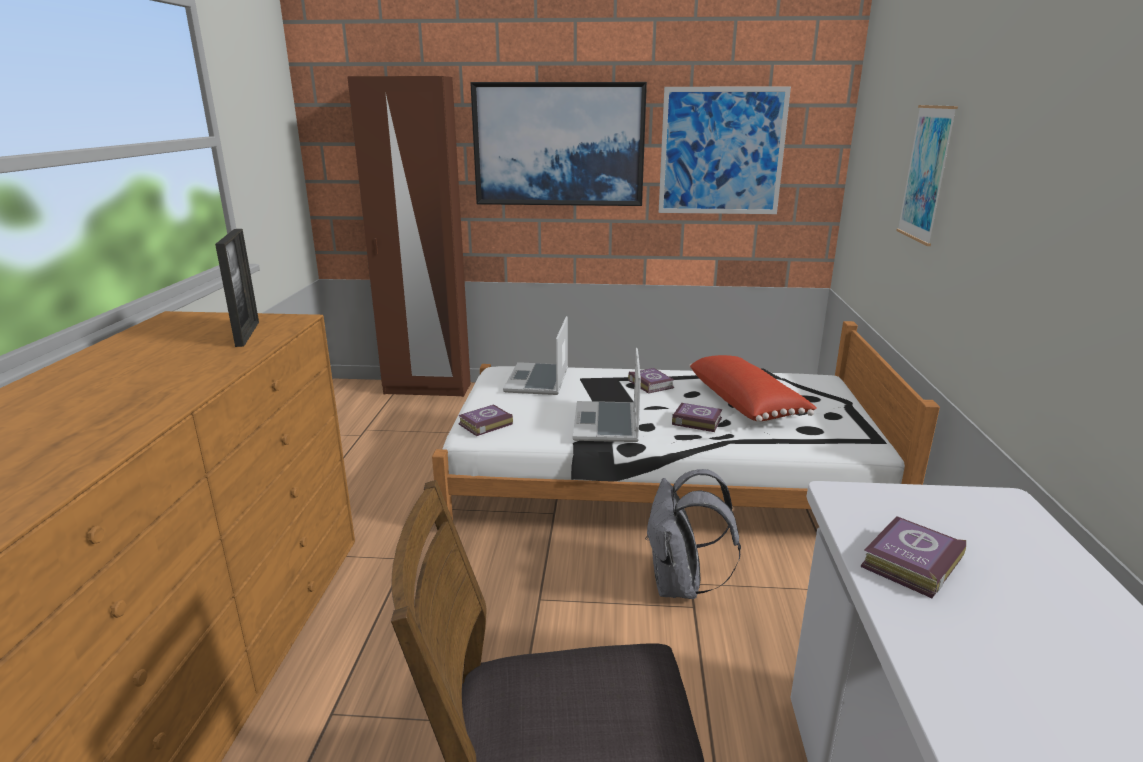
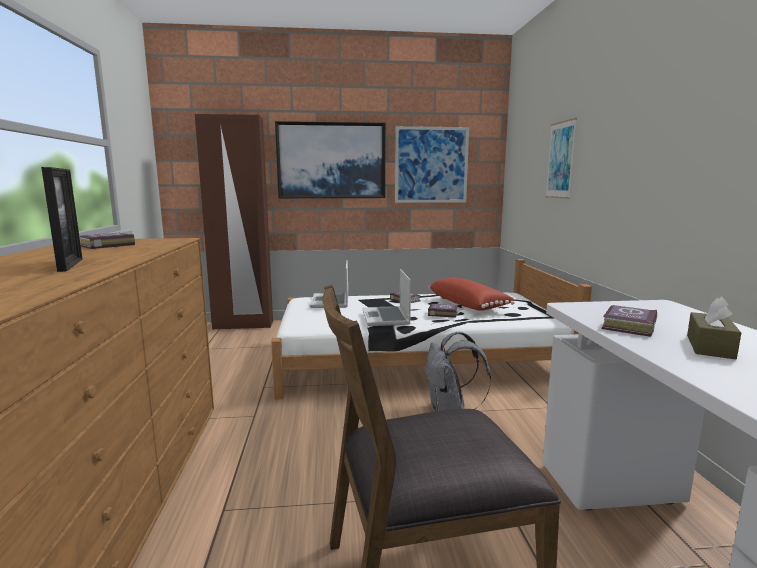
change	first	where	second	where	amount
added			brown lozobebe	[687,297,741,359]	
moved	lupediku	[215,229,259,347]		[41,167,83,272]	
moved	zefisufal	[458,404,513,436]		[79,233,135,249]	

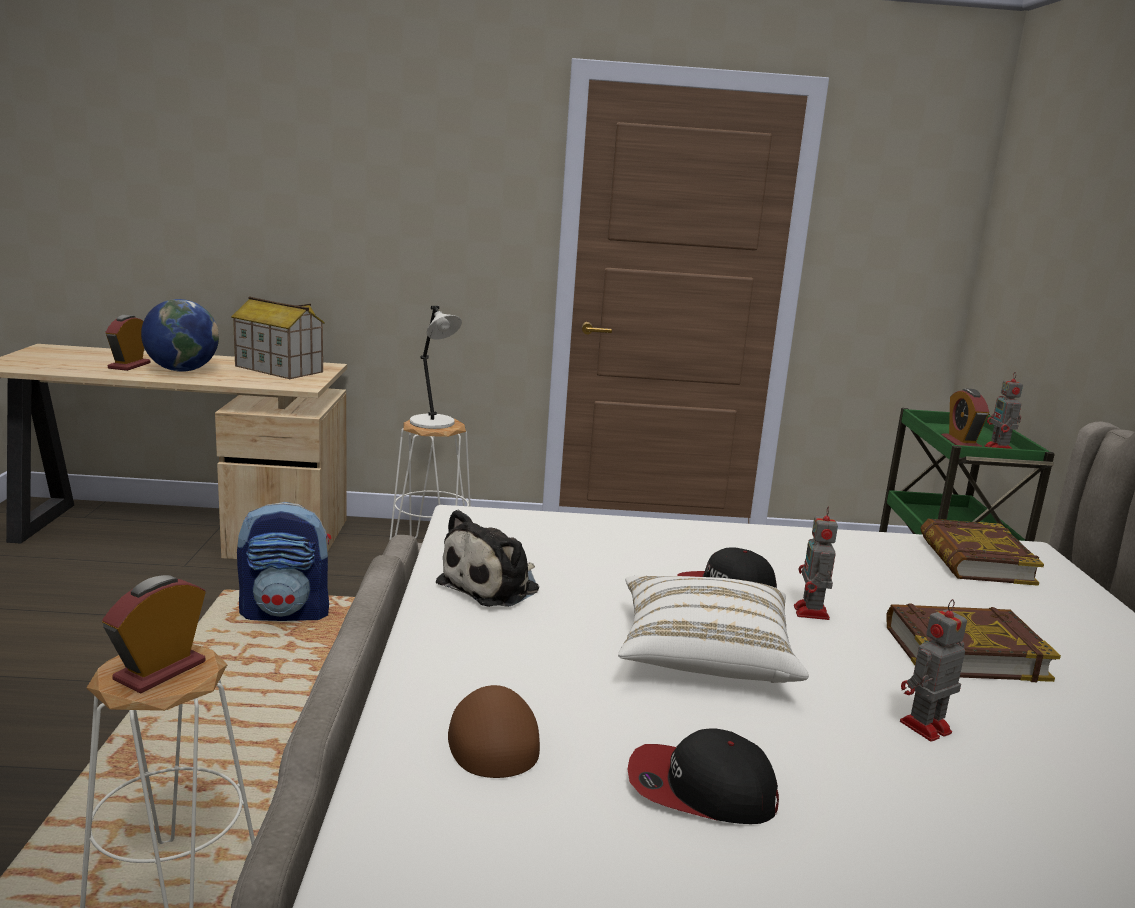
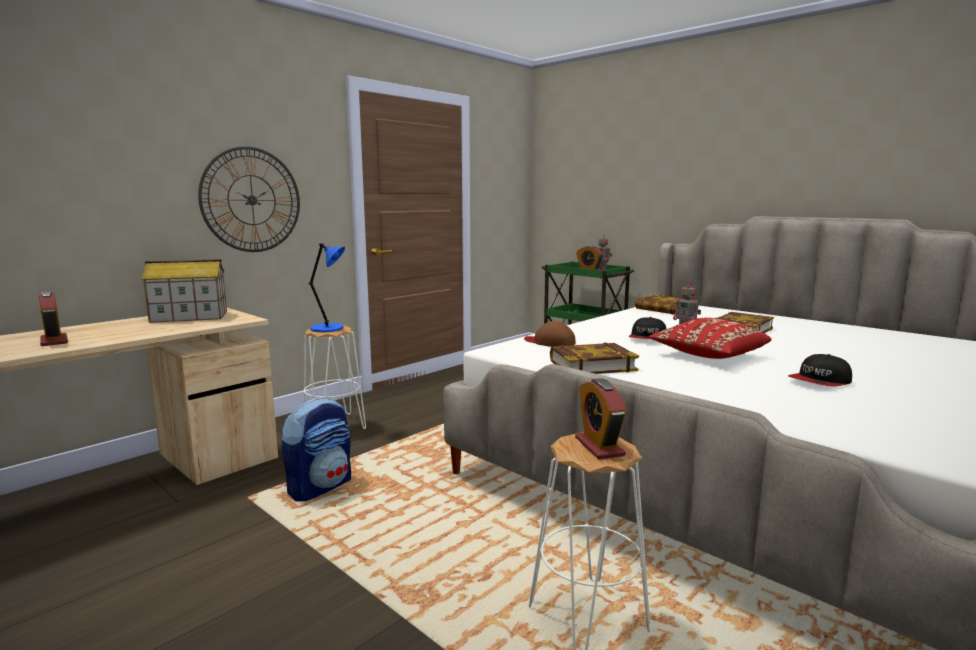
change	first	where	second	where	amount
removed	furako	[141,299,219,372]			
removed	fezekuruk	[900,599,967,741]			
added			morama	[198,146,300,252]	
moved	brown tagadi	[448,685,540,778]		[524,321,576,347]	
replaced	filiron	[435,509,539,607]	zefisufal	[550,342,639,374]	
recoloured	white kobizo	[410,306,462,429]	blue kobizo	[309,243,345,332]	
recoloured	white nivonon	[618,576,809,683]	red nivonon	[649,318,771,359]	

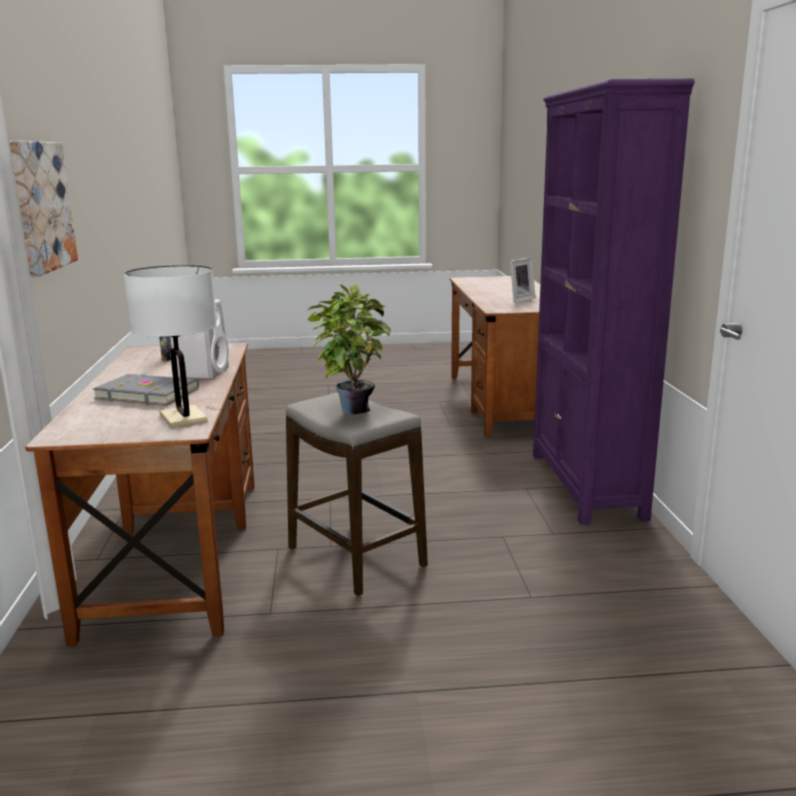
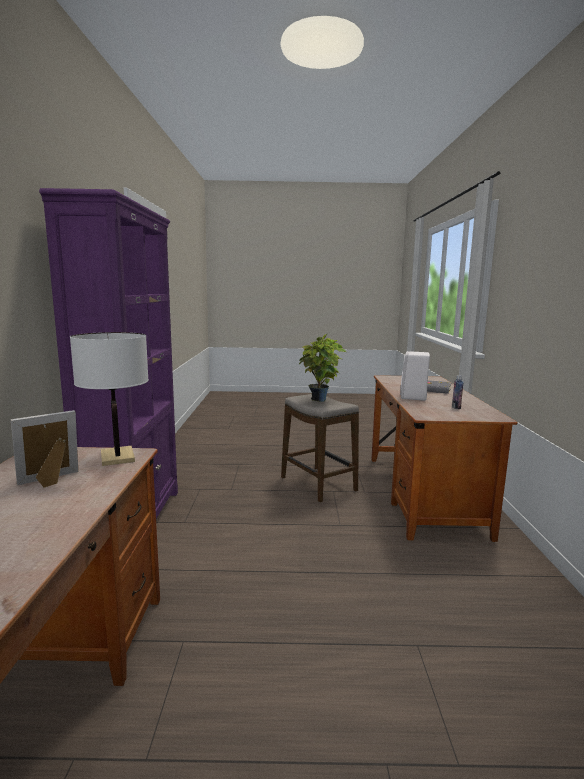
change	first	where	second	where	amount
removed	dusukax	[9,141,78,277]			
moved	white kobizo	[124,265,217,428]		[70,332,149,466]	

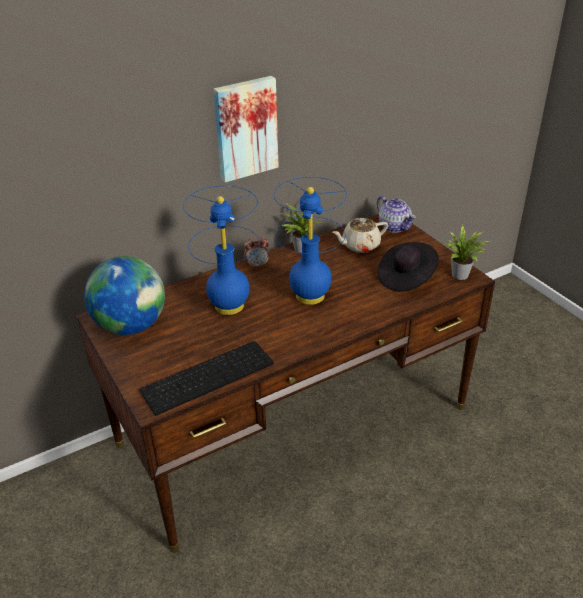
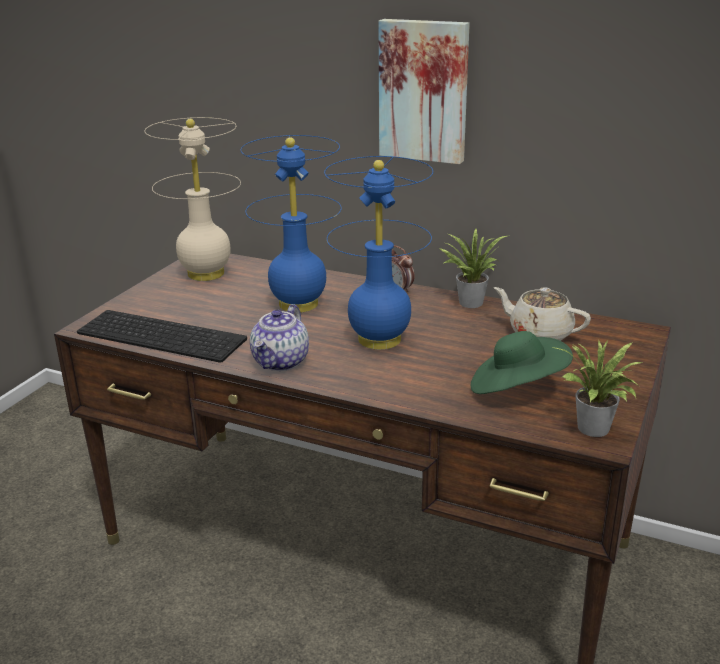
change	first	where	second	where	amount
moved	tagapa	[376,196,416,233]		[250,304,309,371]	
replaced	furako	[84,256,165,335]	beige kobizo	[145,117,241,281]	
recoloured	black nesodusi	[378,242,439,291]	green nesodusi	[471,331,573,394]	

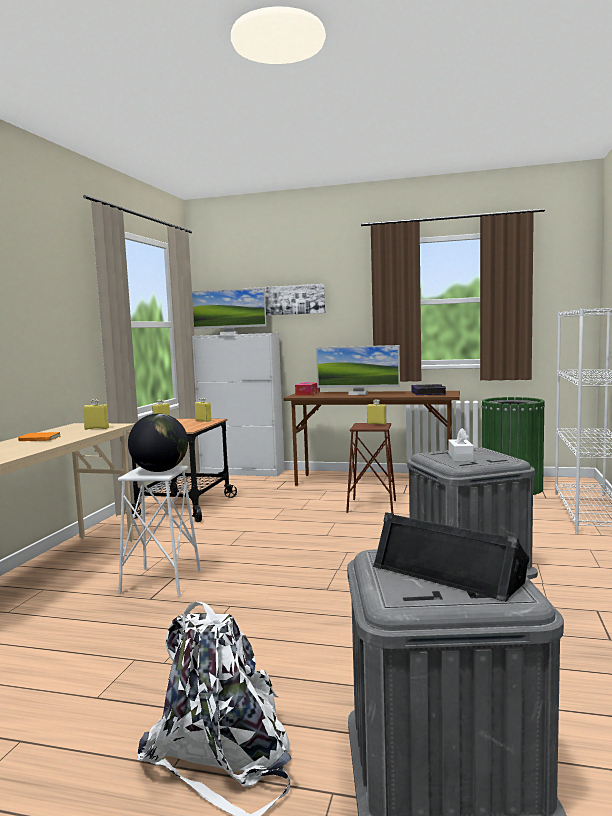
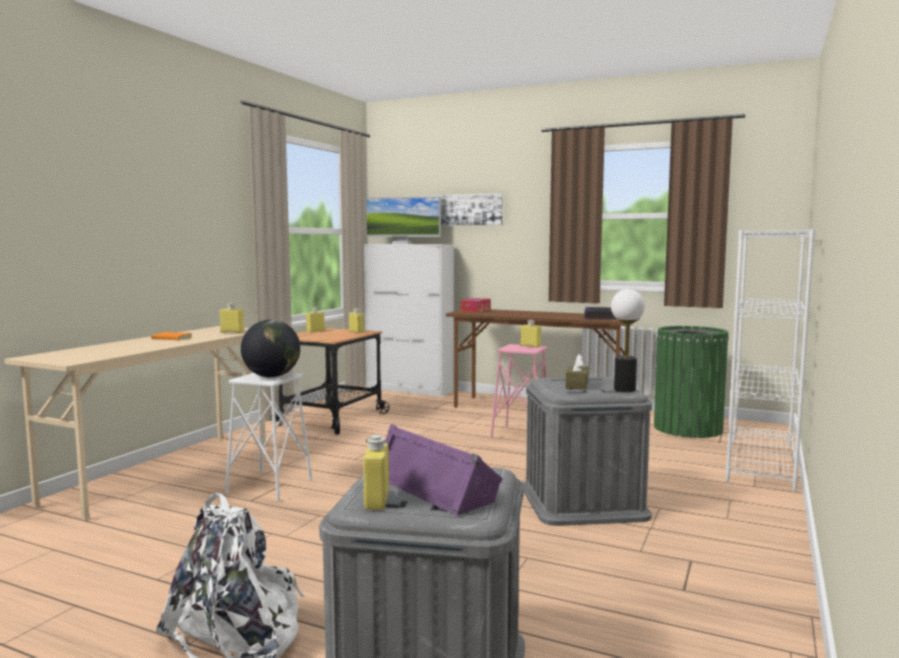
change	first	where	second	where	amount
removed	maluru	[316,345,400,395]			
added			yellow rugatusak	[363,435,389,510]	
added			kobizo	[611,289,645,392]	
recoloured	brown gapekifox	[346,423,396,513]	pink gapekifox	[490,344,547,439]	
recoloured	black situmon	[373,512,529,602]	purple situmon	[384,424,503,516]	
recoloured	white lozobebe	[448,428,474,461]	brown lozobebe	[565,354,588,390]	

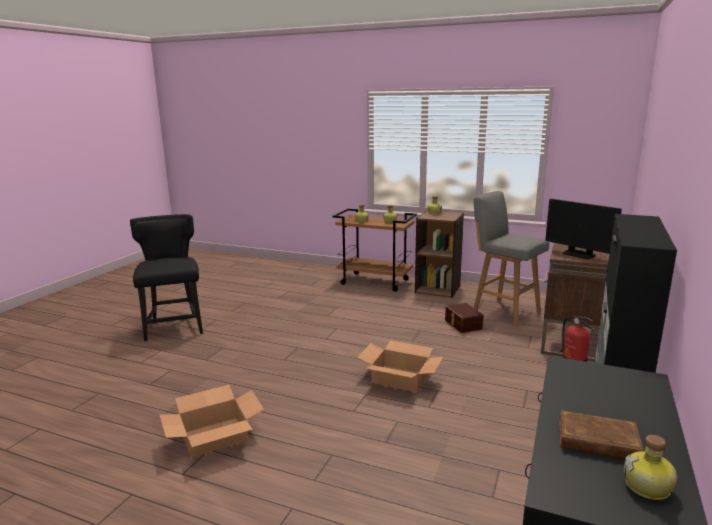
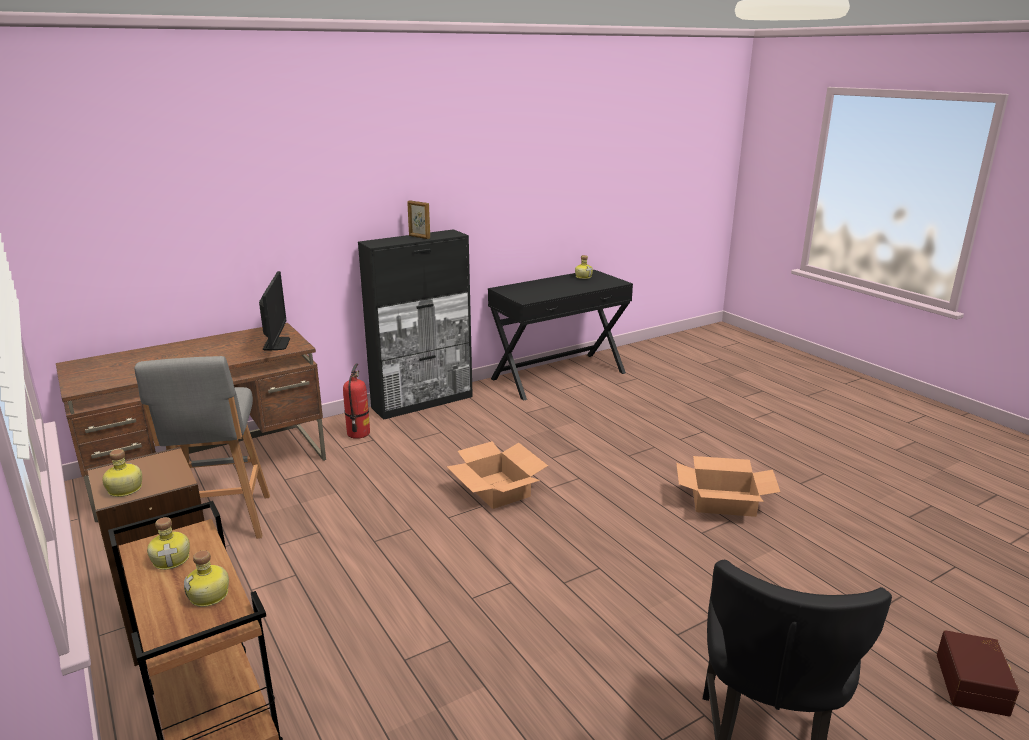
change	first	where	second	where	amount
removed	brown zefisufal	[559,410,643,459]			
added			lupediku	[407,200,430,239]	
moved	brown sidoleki	[445,303,484,333]		[937,630,1019,717]	

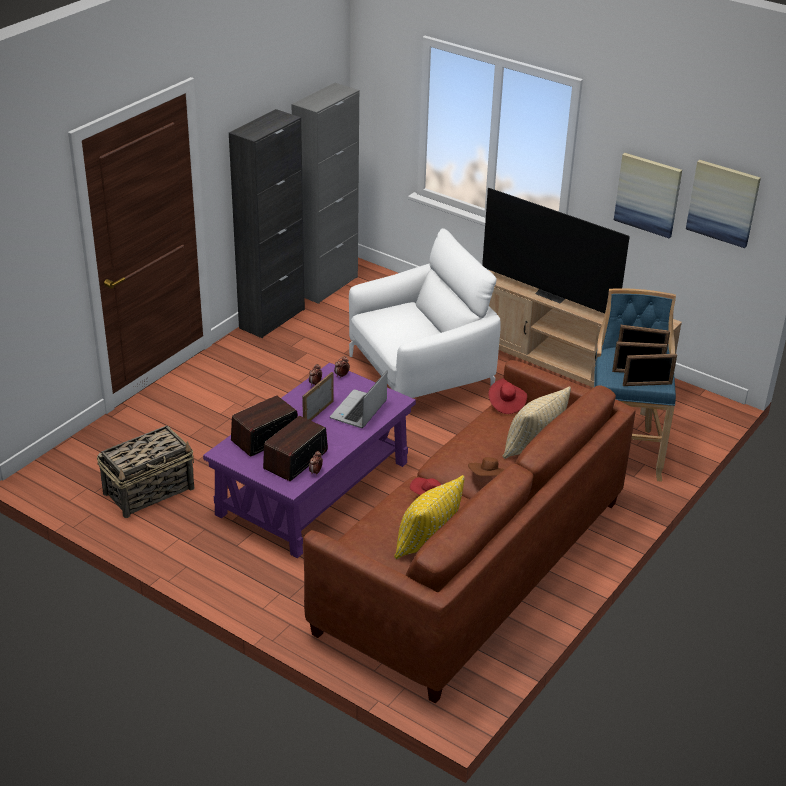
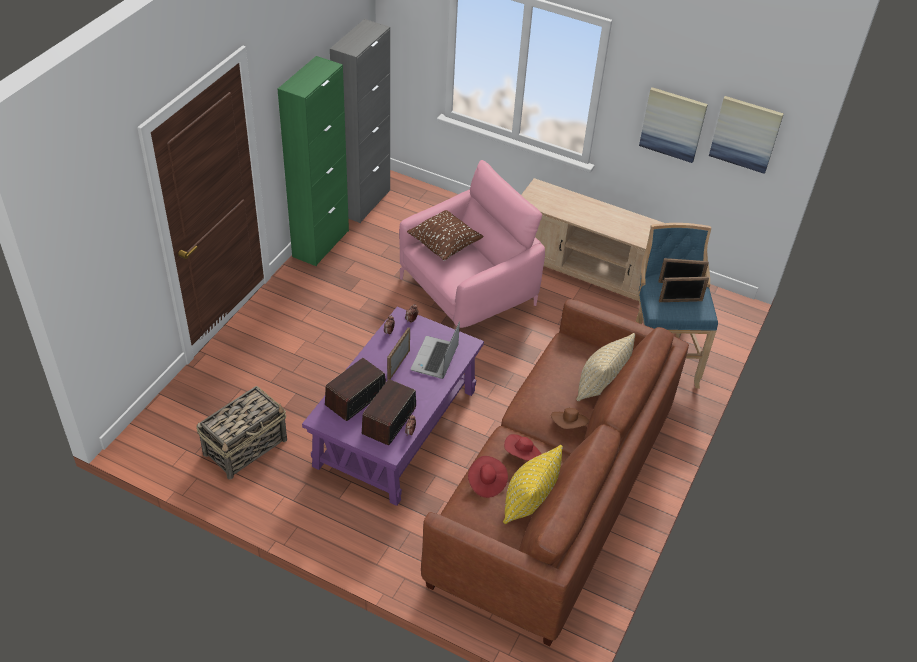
change	first	where	second	where	amount
removed	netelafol	[482,188,630,314]			
removed	lupediku	[623,354,677,386]			
added			brown nivonon	[407,210,483,261]	
moved	red nesodusi	[488,378,527,414]		[468,456,508,498]	
recoloured	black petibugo	[229,109,305,338]	green petibugo	[278,56,349,266]	
recoloured	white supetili	[349,228,501,398]	pink supetili	[399,160,545,328]	

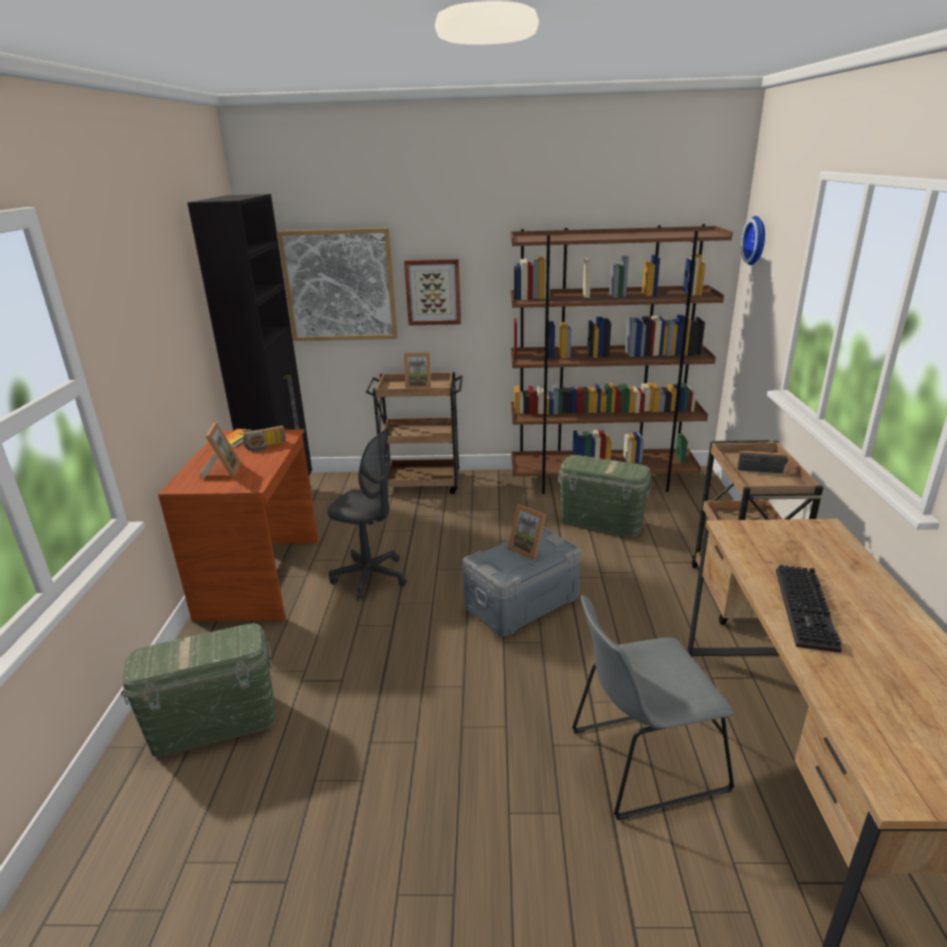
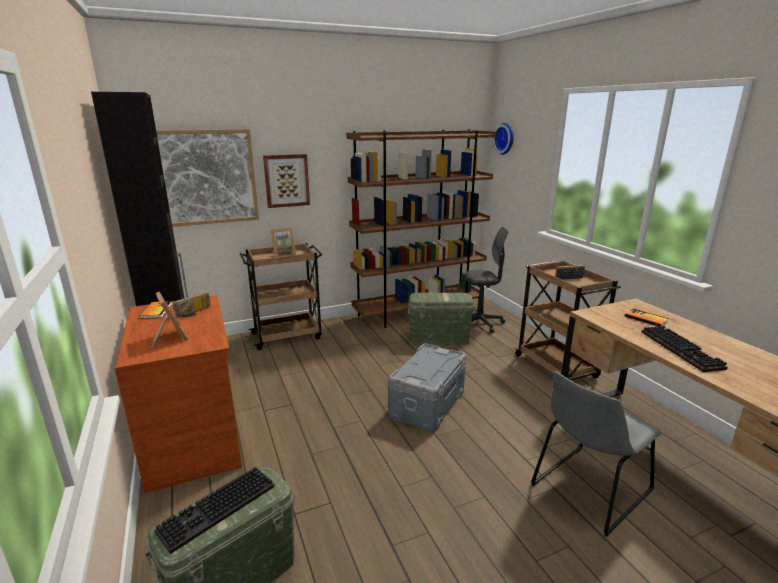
change	first	where	second	where	amount
removed	lupediku	[508,504,546,561]			
added			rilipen	[154,467,275,554]	
added			zefisufal	[625,309,669,327]	
moved	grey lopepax	[328,427,407,601]		[465,227,509,333]	

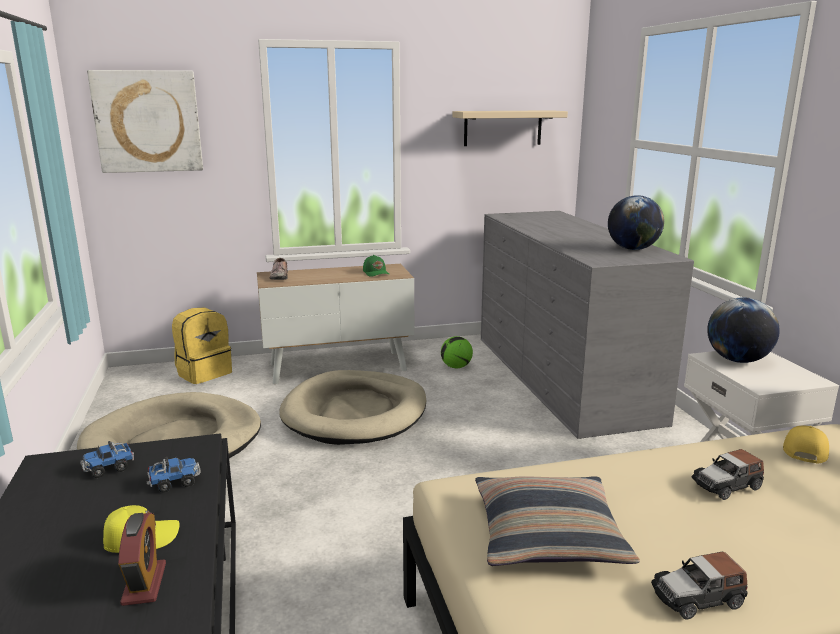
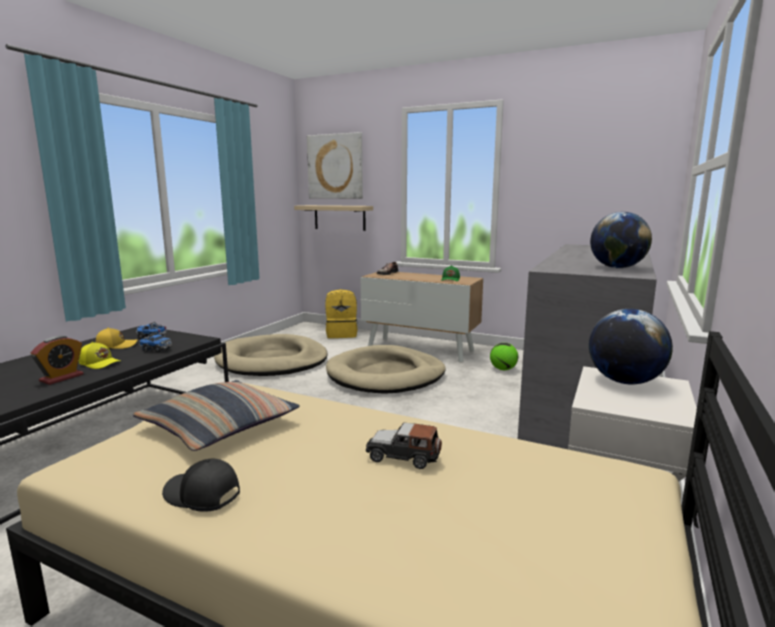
change	first	where	second	where	amount
moved	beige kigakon	[452,110,568,146]		[294,205,373,231]	
moved	yellow tagadi	[783,425,829,464]		[96,327,137,349]	
replaced	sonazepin	[651,552,748,619]	black tagadi	[162,459,240,512]	

